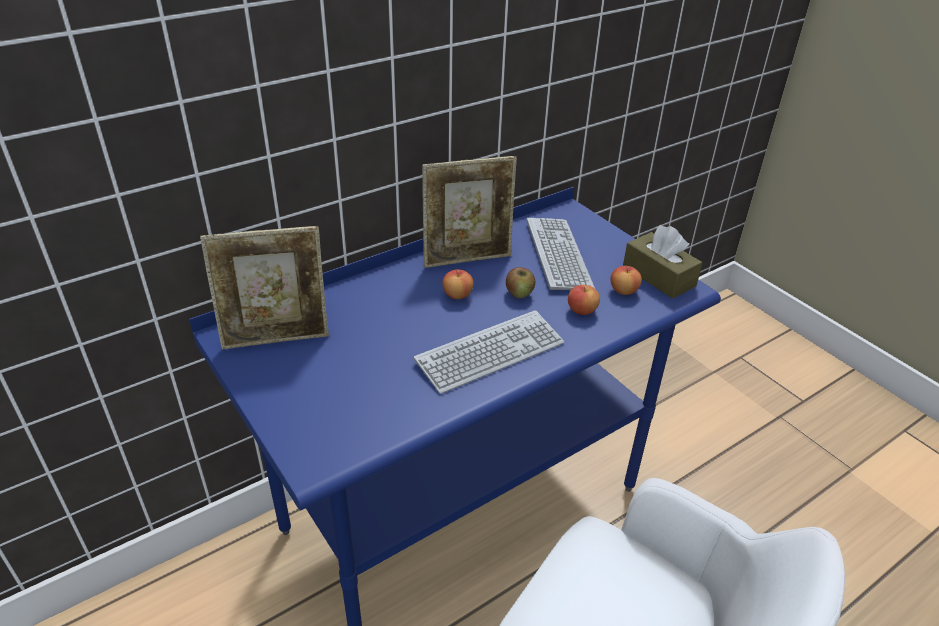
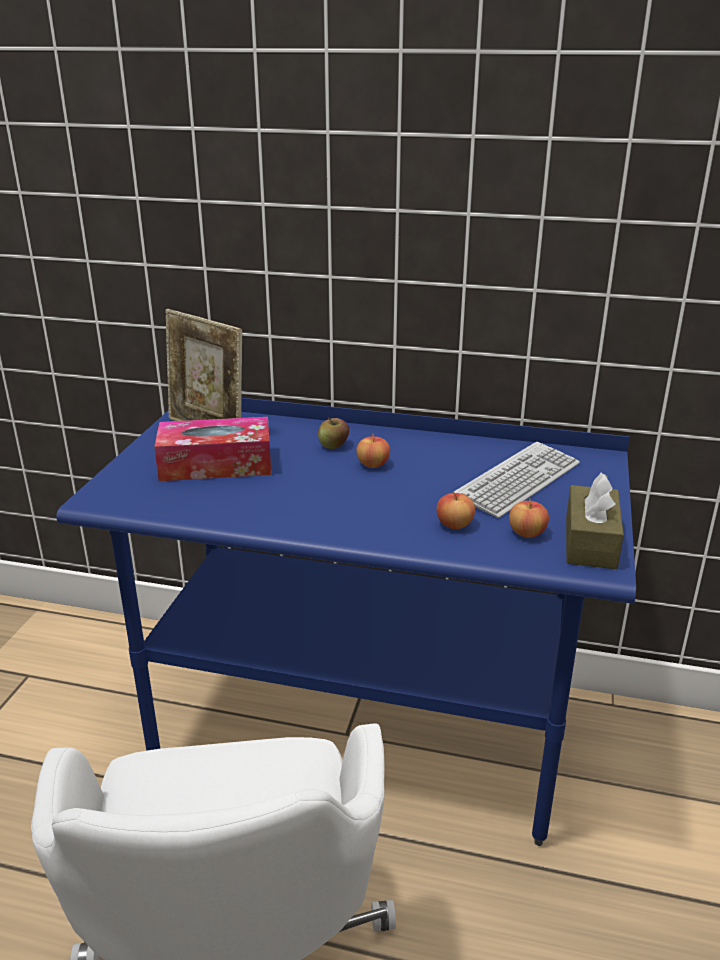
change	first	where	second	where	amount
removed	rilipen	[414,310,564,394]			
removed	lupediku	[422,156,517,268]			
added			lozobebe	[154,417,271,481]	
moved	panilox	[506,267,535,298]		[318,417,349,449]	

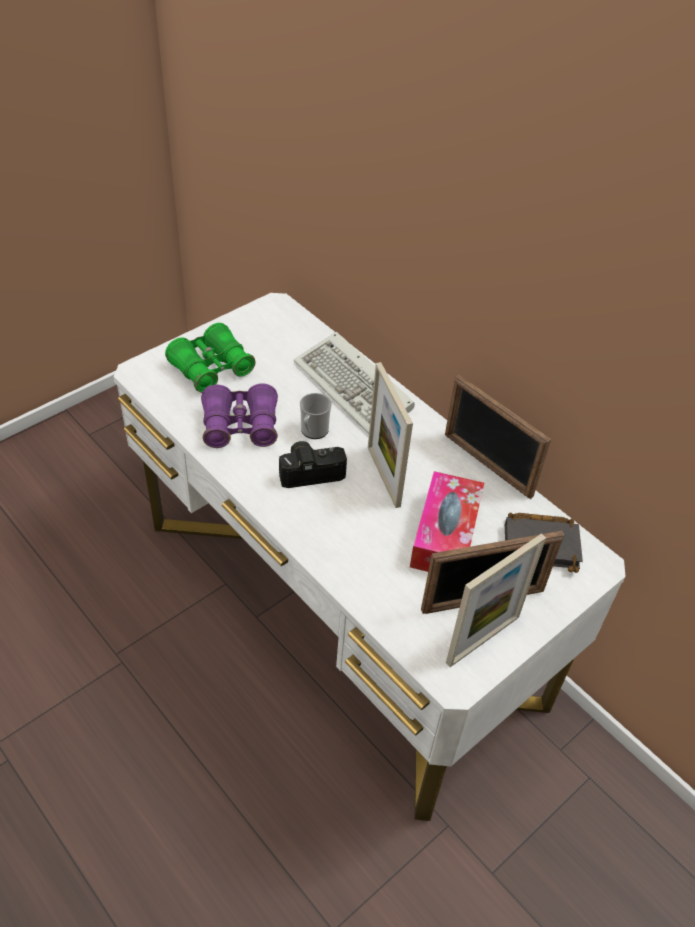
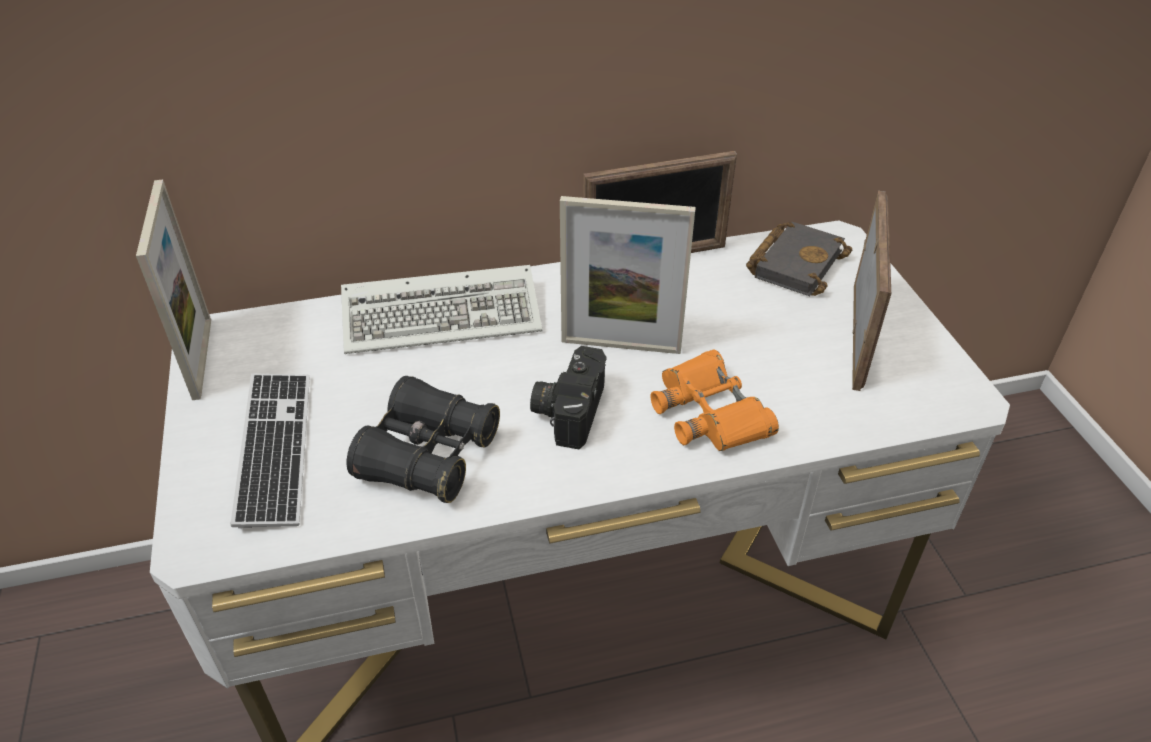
change	first	where	second	where	amount
removed	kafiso	[300,393,331,439]			
removed	lozobebe	[410,471,484,572]			
added			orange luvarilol	[650,350,779,451]	
moved	lupediku	[446,533,546,667]		[136,180,211,400]	
replaced	green luvarilol	[165,323,256,393]	rilipen	[231,374,310,528]	
recoloured	purple luvarilol	[201,384,278,448]	black luvarilol	[347,376,500,503]	

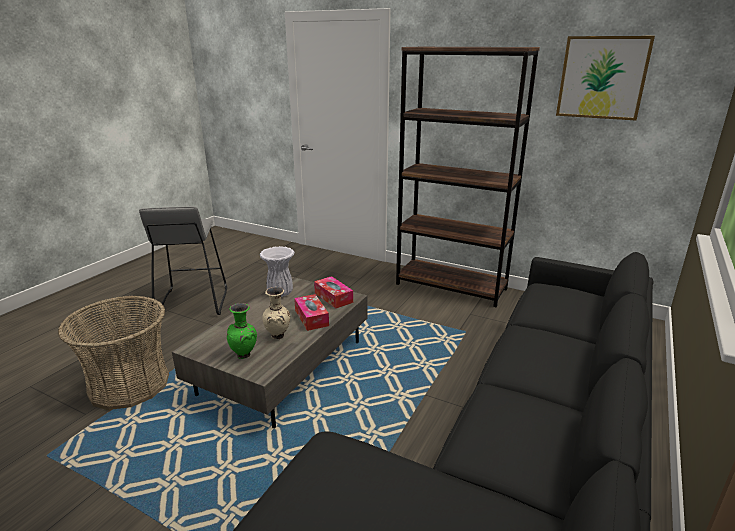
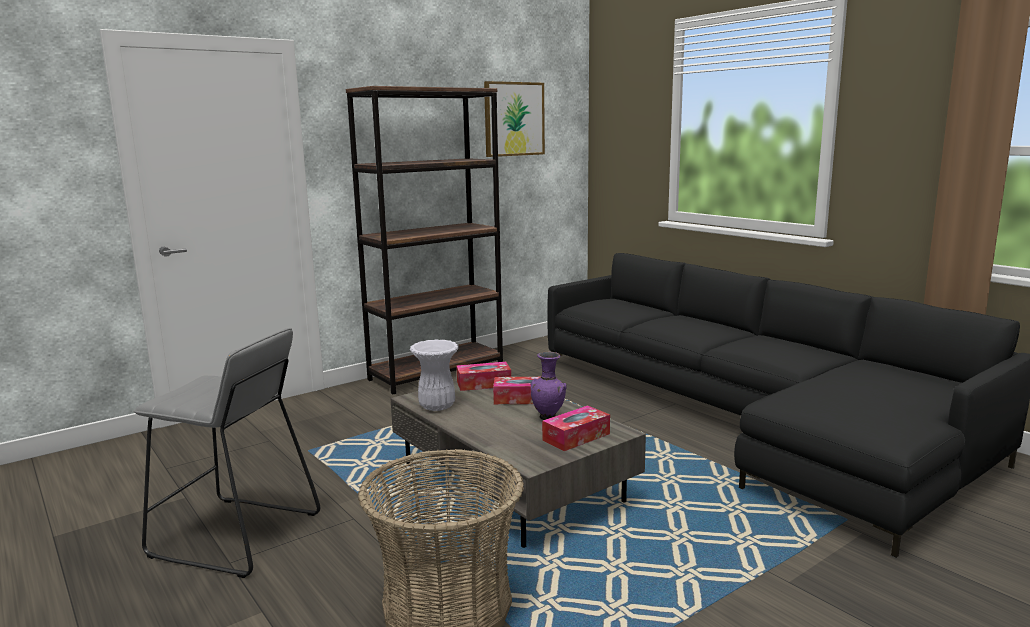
change	first	where	second	where	amount
replaced	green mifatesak	[227,303,257,359]	lozobebe	[542,405,610,451]	
recoloured	beige mifatesak	[262,287,290,339]	purple mifatesak	[531,352,567,420]	

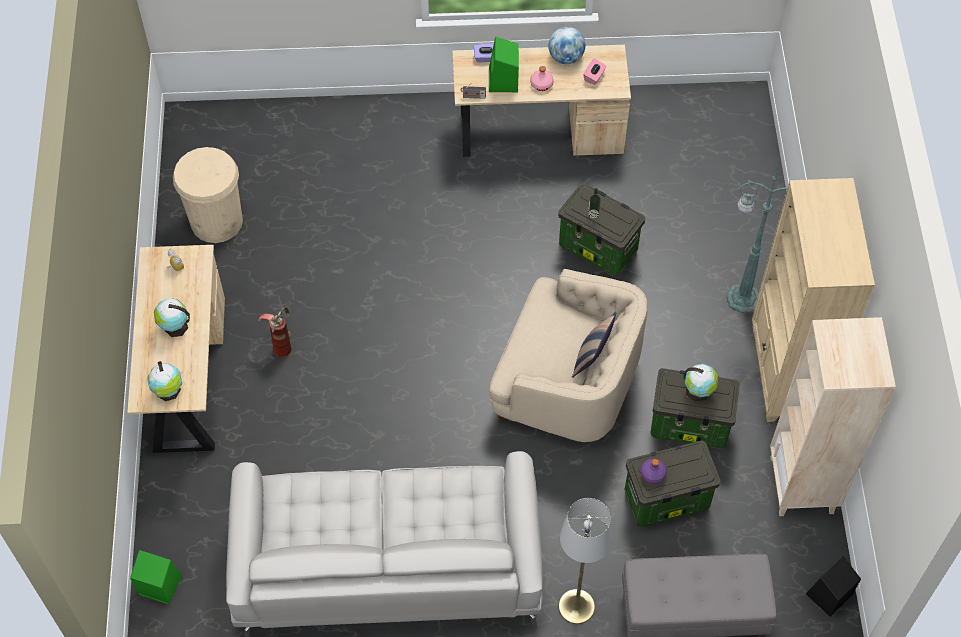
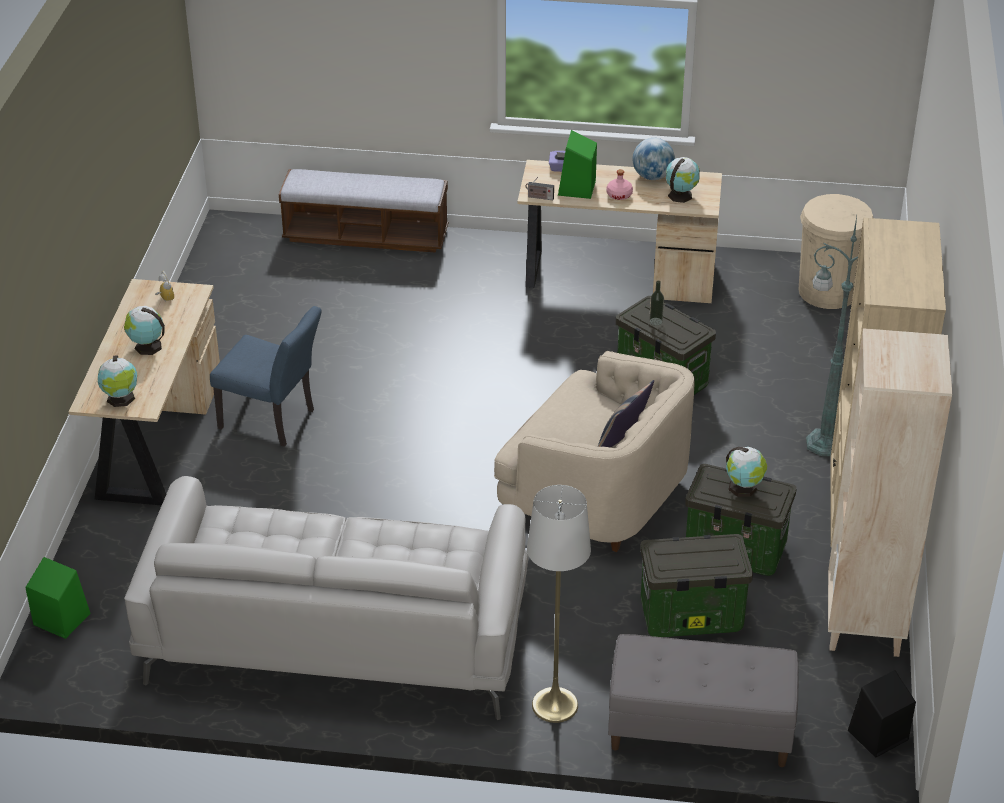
change	first	where	second	where	amount
removed	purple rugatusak	[640,459,667,484]			
added			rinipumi	[279,169,448,253]	
moved	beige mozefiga	[173,147,243,243]		[799,194,873,309]	
replaced	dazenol	[259,307,291,357]	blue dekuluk	[210,306,322,447]	
replaced	pink lozobebe	[583,58,606,85]	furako	[666,157,700,203]	

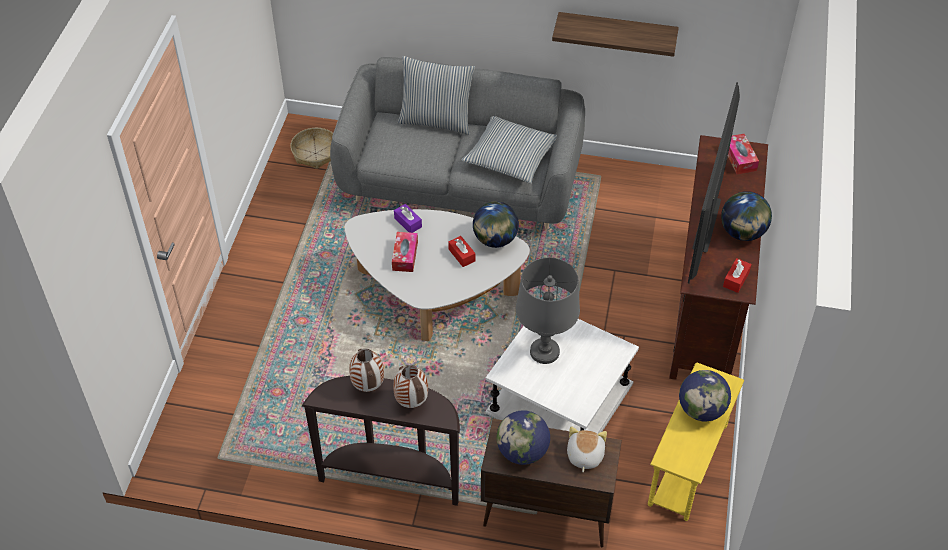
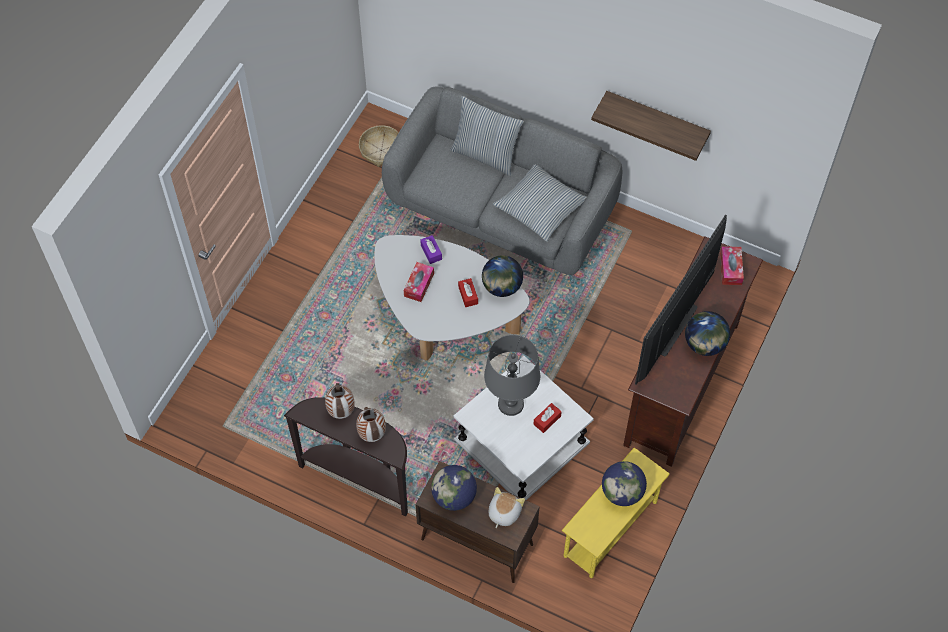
change	first	where	second	where	amount
moved	red lozobebe	[723,258,751,293]		[533,403,562,433]	

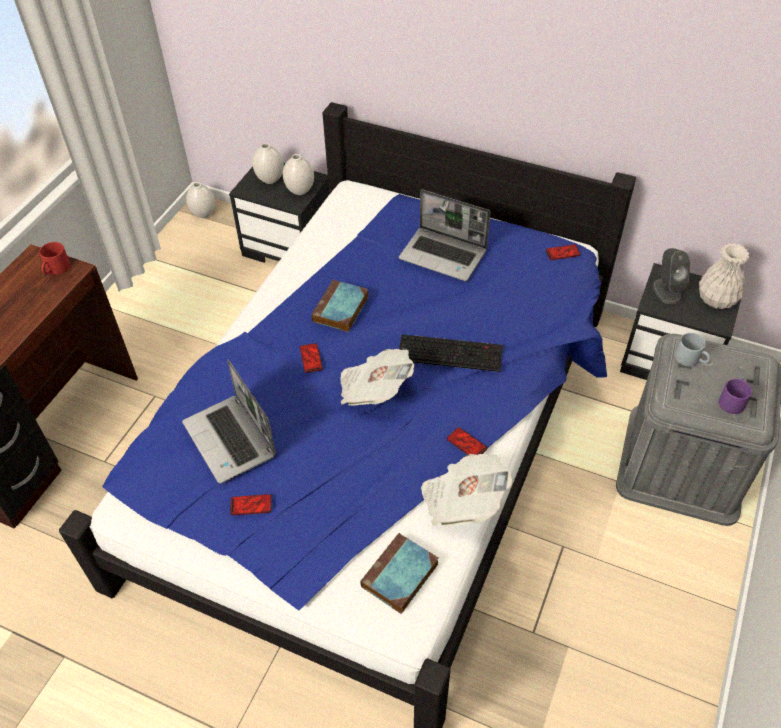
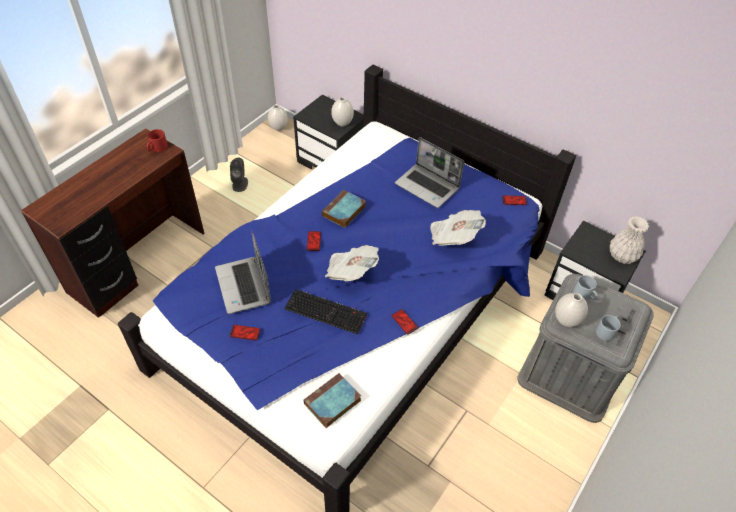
change	first	where	second	where	amount
moved	white mifatesak	[253,143,284,184]		[555,293,588,327]	
moved	rilipen	[399,334,503,372]		[284,289,367,334]	
moved	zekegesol	[421,454,512,526]		[430,210,486,246]	
moved	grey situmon	[653,248,690,304]		[230,158,248,192]	
recoloured	purple kafiso	[719,378,752,414]	grey kafiso	[596,315,621,341]	

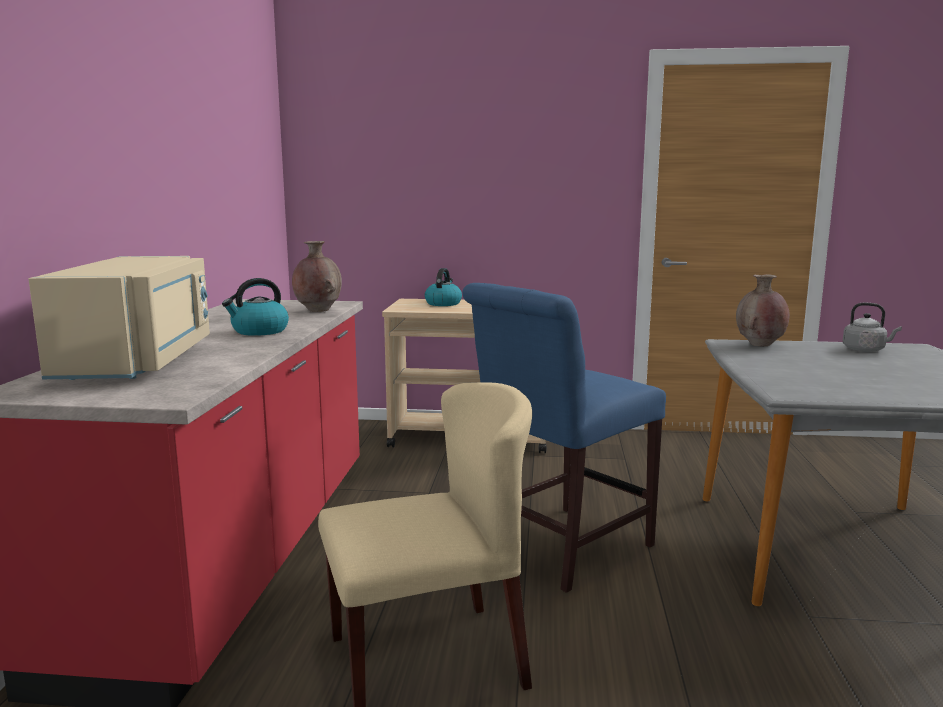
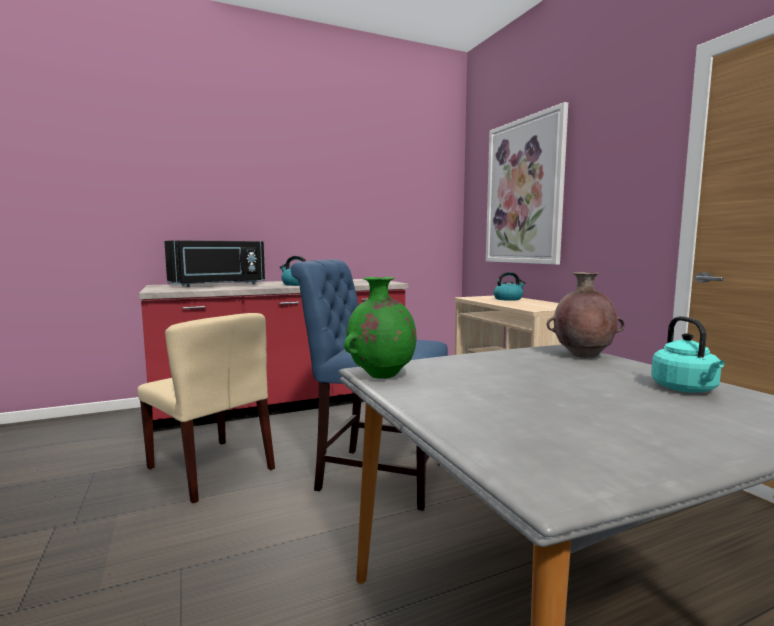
change	first	where	second	where	amount
removed	brown mifatesak	[292,241,342,312]			
added			green mifatesak	[344,277,416,379]	
added			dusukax	[486,102,568,265]	
recoloured	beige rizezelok	[29,256,210,380]	black rizezelok	[164,240,265,287]	
recoloured	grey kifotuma	[842,303,902,352]	turquoise kifotuma	[651,316,724,393]	

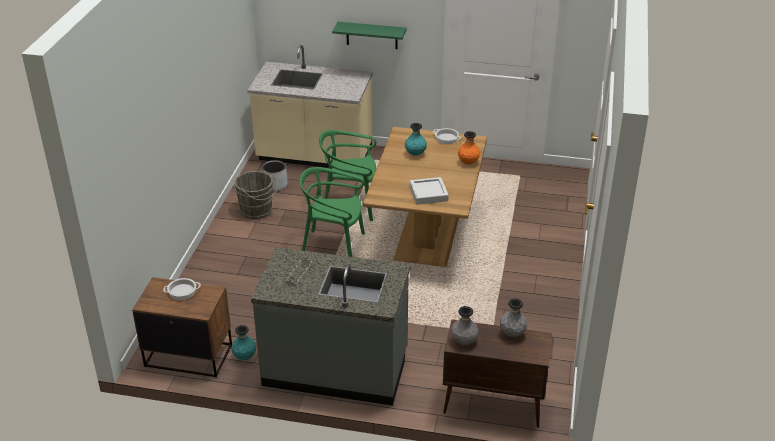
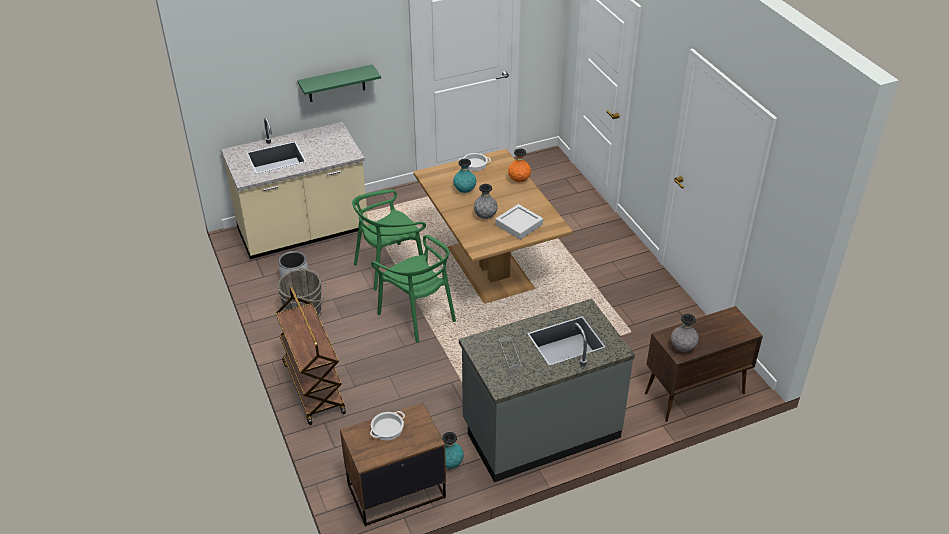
change	first	where	second	where	amount
added			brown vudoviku	[276,286,346,425]	
moved	grey mifatesak	[500,298,527,337]		[474,184,498,219]	
turned	green dekuluk	[300,167,365,257]		[371,235,456,343]	105 degrees counterclockwise

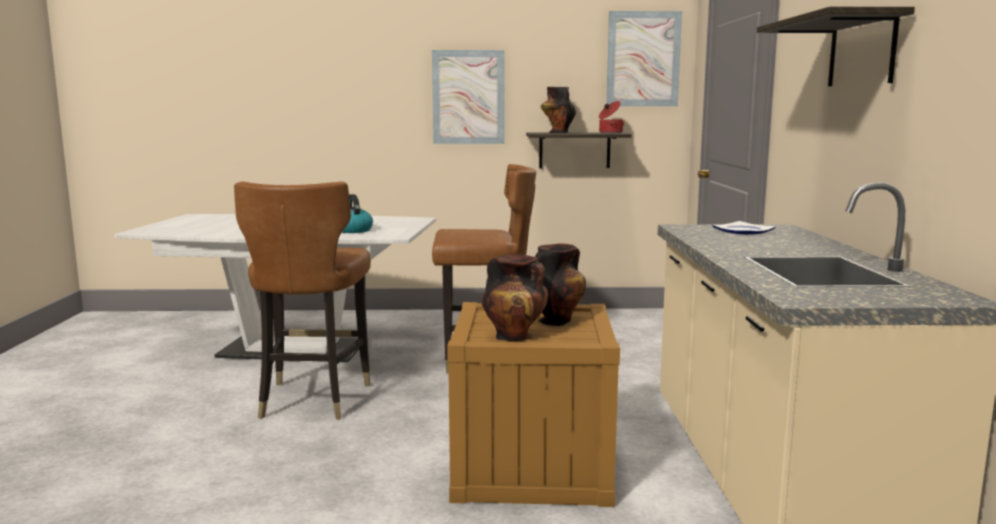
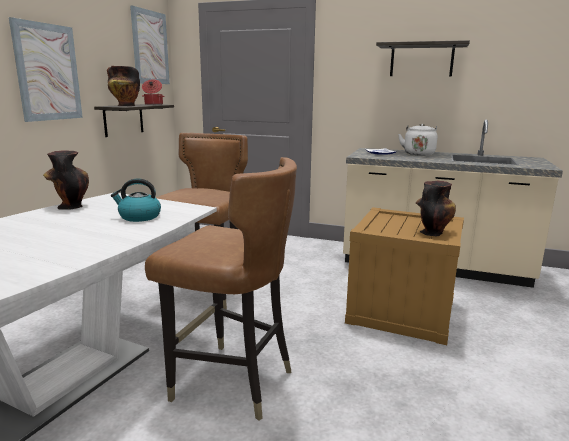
change	first	where	second	where	amount
added			white kifotuma	[398,124,438,156]	
moved	mifatesak	[535,243,586,326]		[43,150,89,210]	

